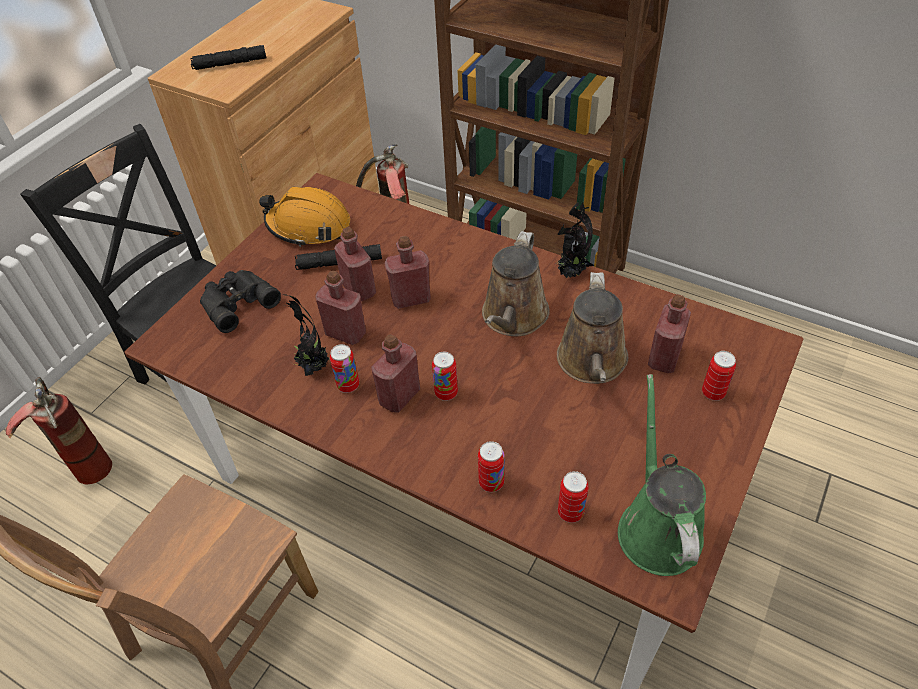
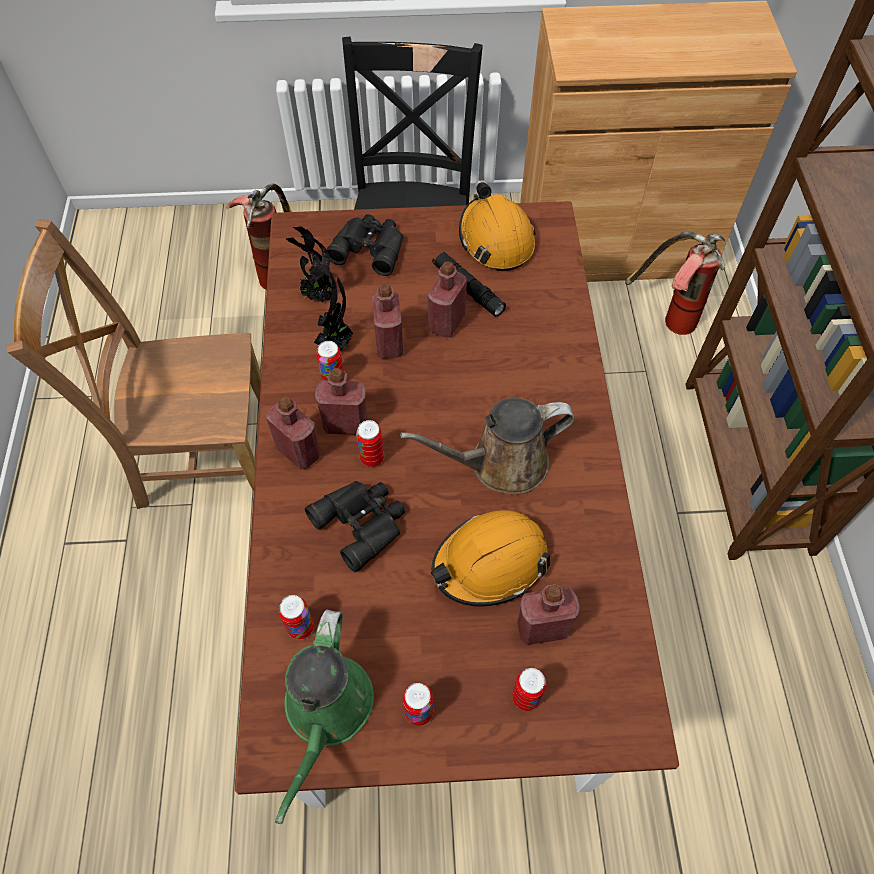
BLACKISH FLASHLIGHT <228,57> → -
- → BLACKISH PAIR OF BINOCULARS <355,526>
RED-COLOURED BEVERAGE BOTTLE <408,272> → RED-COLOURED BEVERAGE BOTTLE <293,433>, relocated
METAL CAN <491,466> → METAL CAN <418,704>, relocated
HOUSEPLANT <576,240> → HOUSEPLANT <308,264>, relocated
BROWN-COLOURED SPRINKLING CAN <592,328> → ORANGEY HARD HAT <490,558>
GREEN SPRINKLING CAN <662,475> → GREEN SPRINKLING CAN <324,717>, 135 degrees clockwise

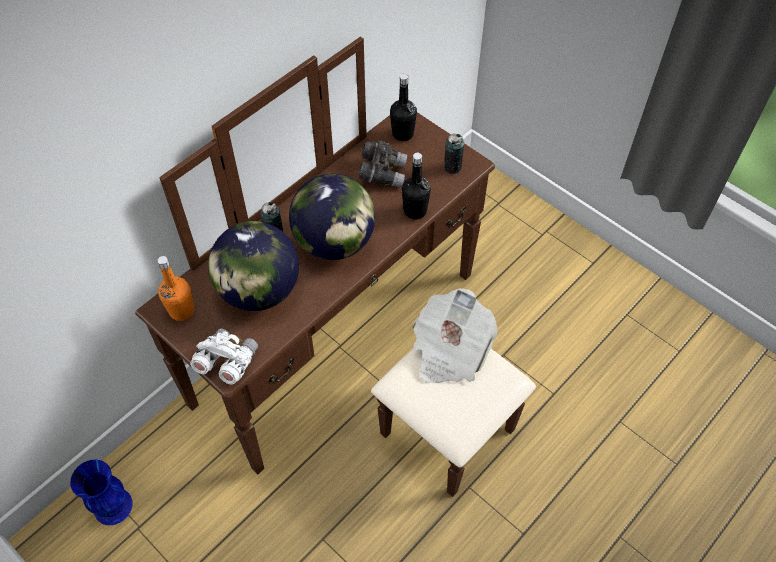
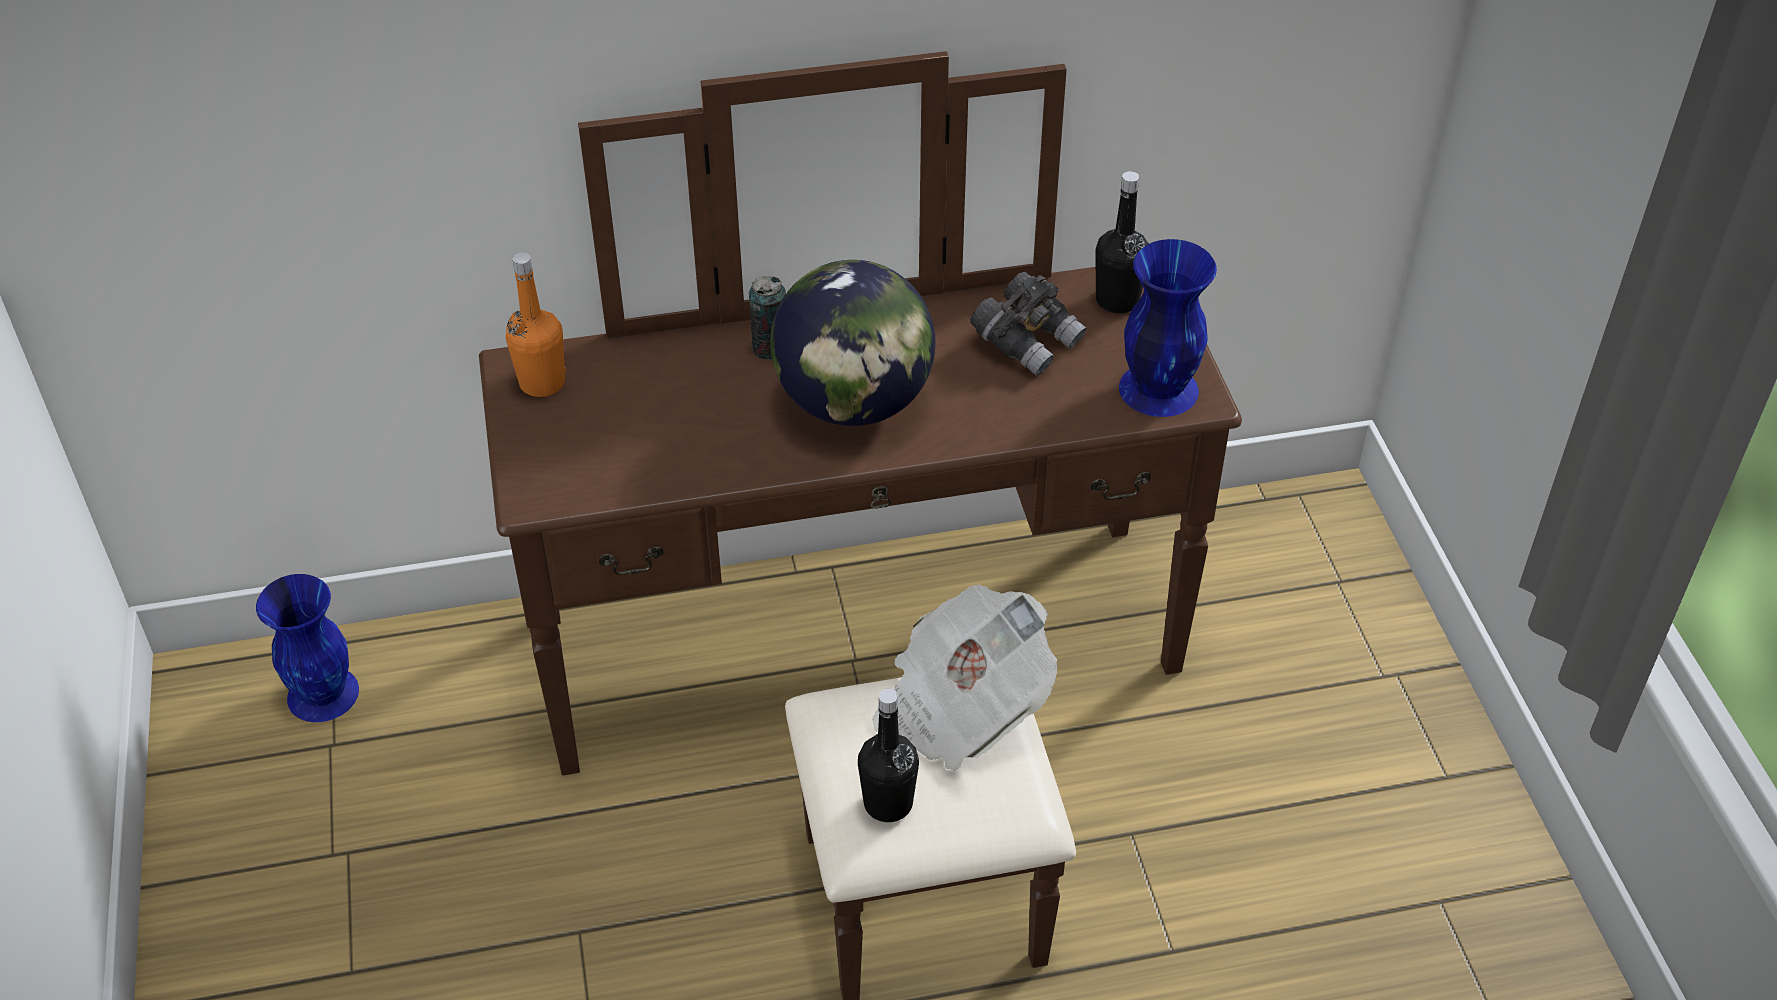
WHITE-COLOURED PAIR OF BINOCULARS <224,356> → -
WORLD GLOBE <253,266> → -
BLACKISH BEVERAGE BOTTLE <416,186> → BLACKISH BEVERAGE BOTTLE <888,755>, relocated
METAL CAN <453,154> → BLUE DECORATIVE VASE <1168,328>

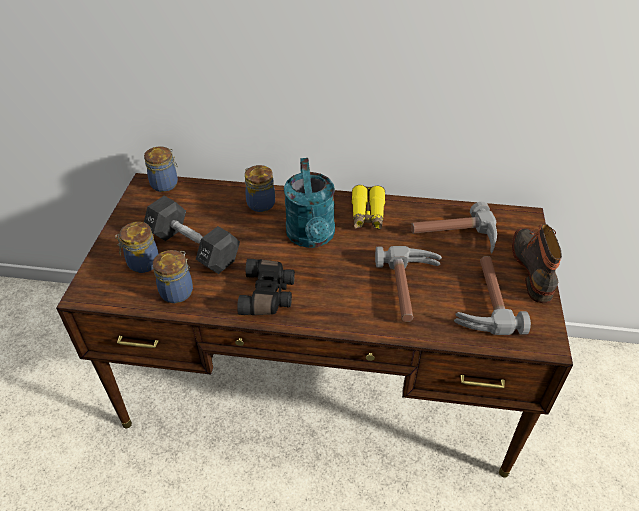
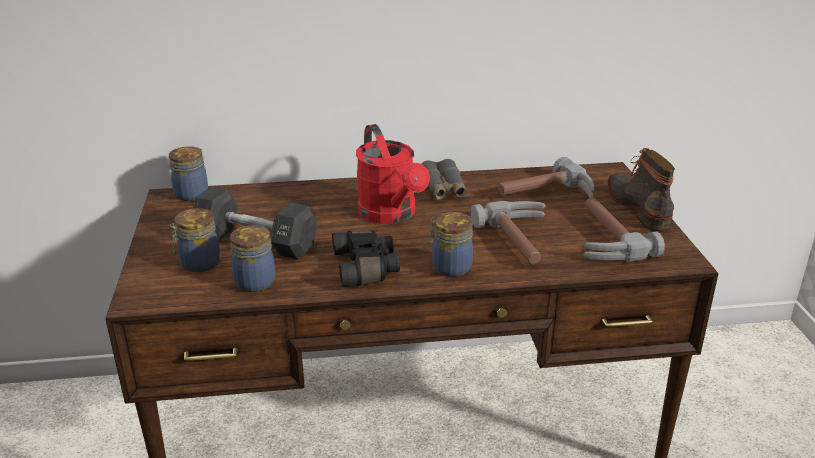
STORAGE JAR <260,188> → STORAGE JAR <450,244>, relocated
TURQUOISE SPRINKLING CAN <309,203> → RED-COLOURED SPRINKLING CAN <393,174>
YELLOW PAIR OF BINOCULARS <368,207> → GRAY PAIR OF BINOCULARS <444,179>

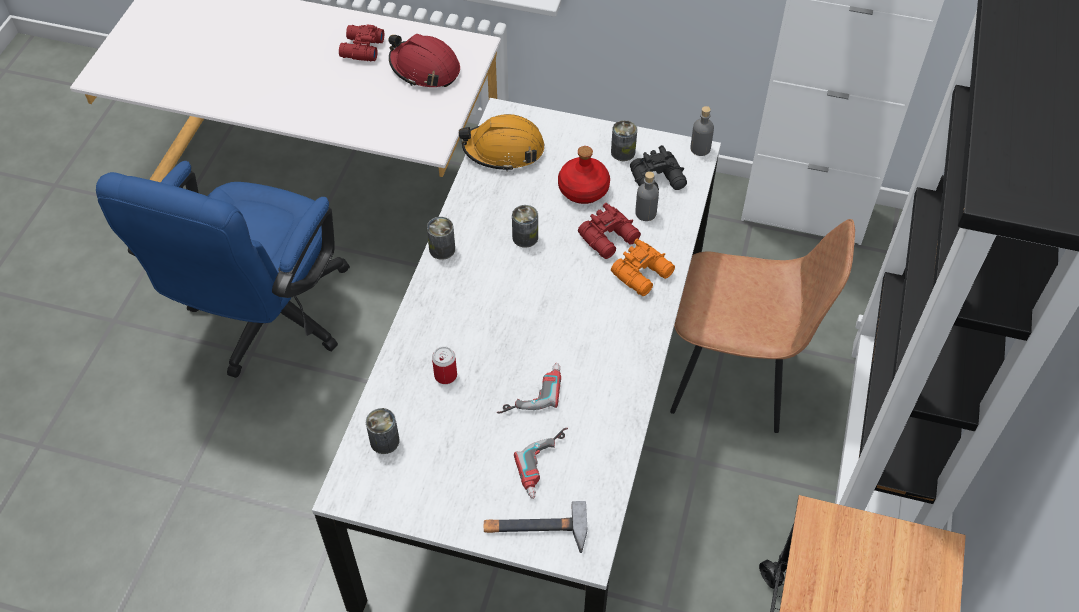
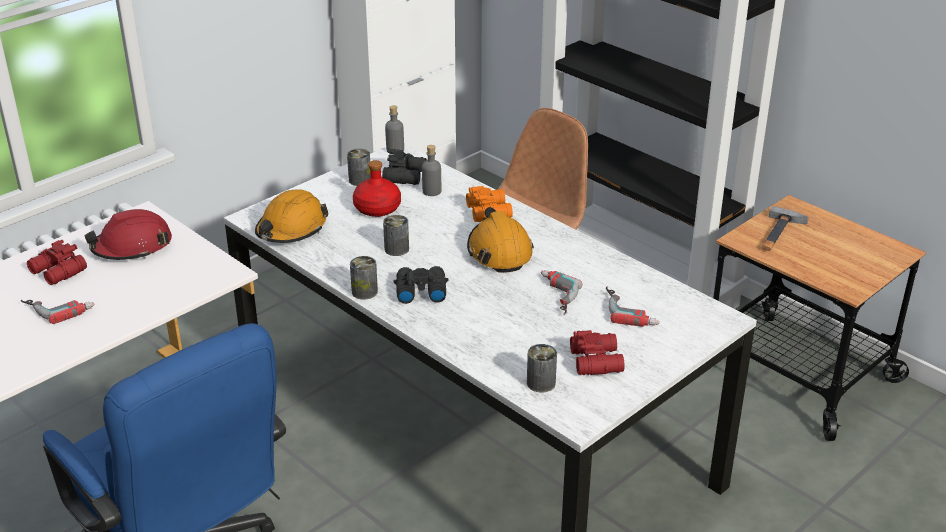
METAL CAN <444,365> → -
- → ELECTRIC DRILL <57,312>
- → BLACKISH PAIR OF BINOCULARS <420,285>
- → ORANGEY HARD HAT <500,240>
TOOL HAMMER <535,527> → TOOL HAMMER <785,228>, relocated
RED-COLOURED PAIR OF BINOCULARS <609,231> → RED-COLOURED PAIR OF BINOCULARS <597,352>, relocated

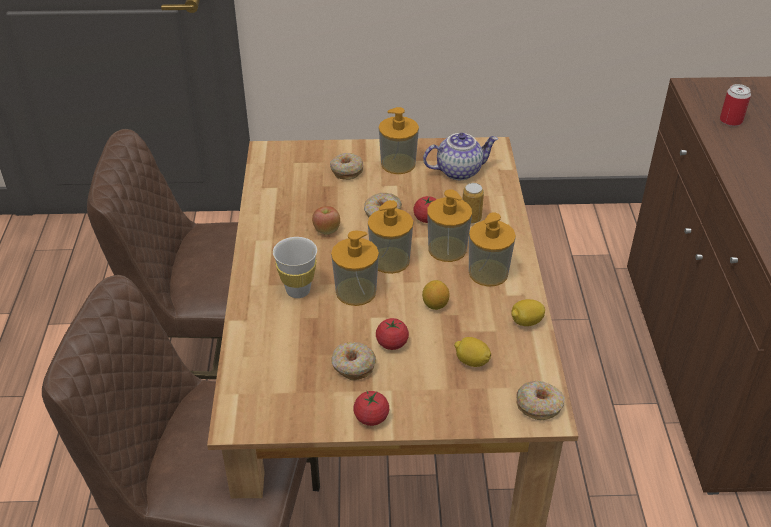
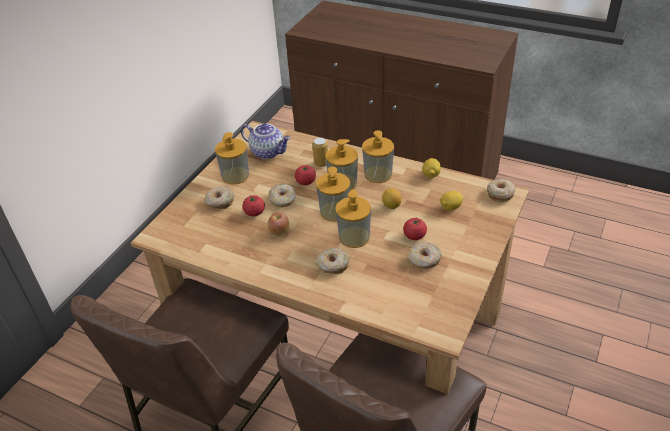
METAL CAN <735,105> → -
WHOLE TOMATO <371,408> → WHOLE TOMATO <253,205>, relocated
WHITE-COLOURED CUP <295,267> → DOUGHNUT <333,261>
TEAPOT <460,156> → TEAPOT <266,141>, 105 degrees clockwise

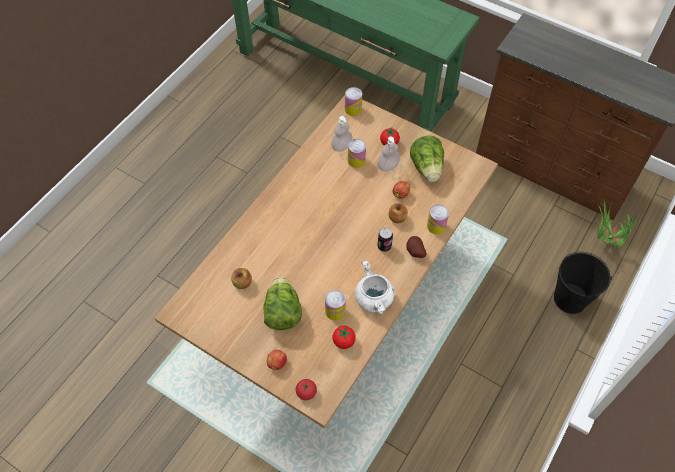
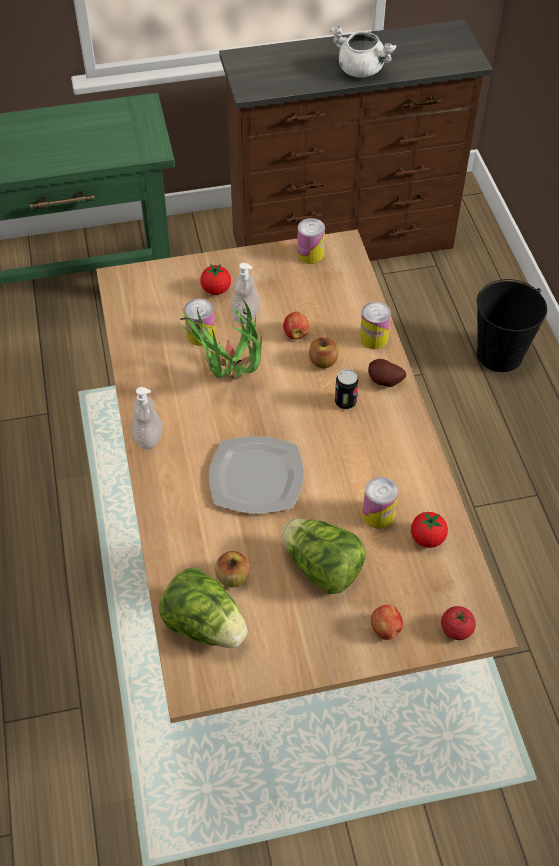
- → FLAT DISH <256,475>
SOAP BOTTLE <341,134> → SOAP BOTTLE <147,418>, relocated
METAL CAN <353,101> → METAL CAN <311,241>, relocated
WHITE-COLOURED SAUCEPOT <375,288> → WHITE-COLOURED SAUCEPOT <363,52>, relocated
LETTUCE <427,158> → LETTUCE <203,607>, relocated
HOUSEPLANT <617,223> → HOUSEPLANT <220,339>, relocated

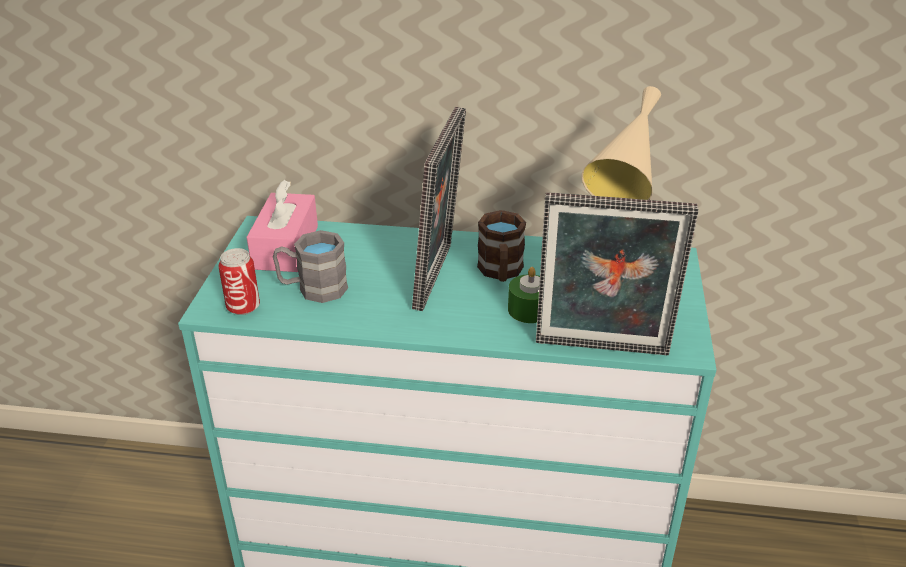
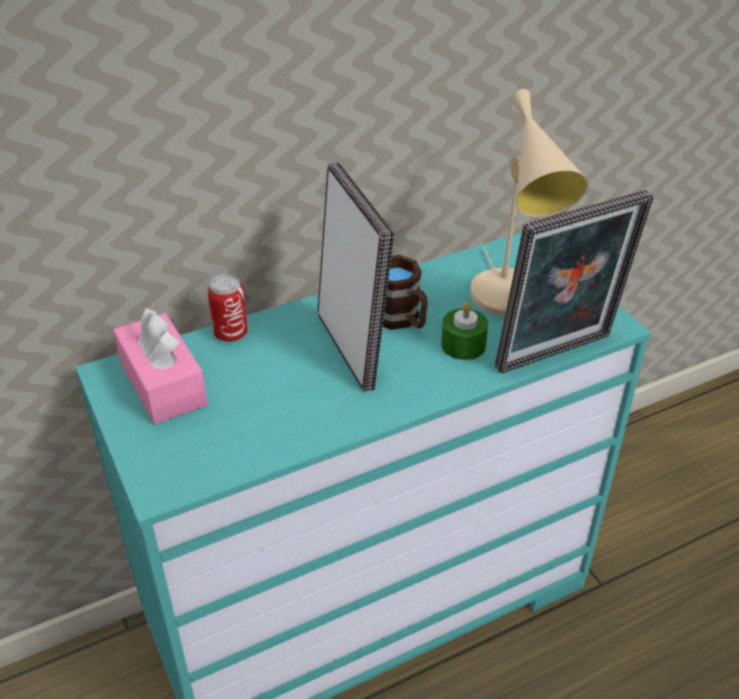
GRAY MUG <310,266> → -
METAL CAN <239,281> → METAL CAN <228,308>, relocated

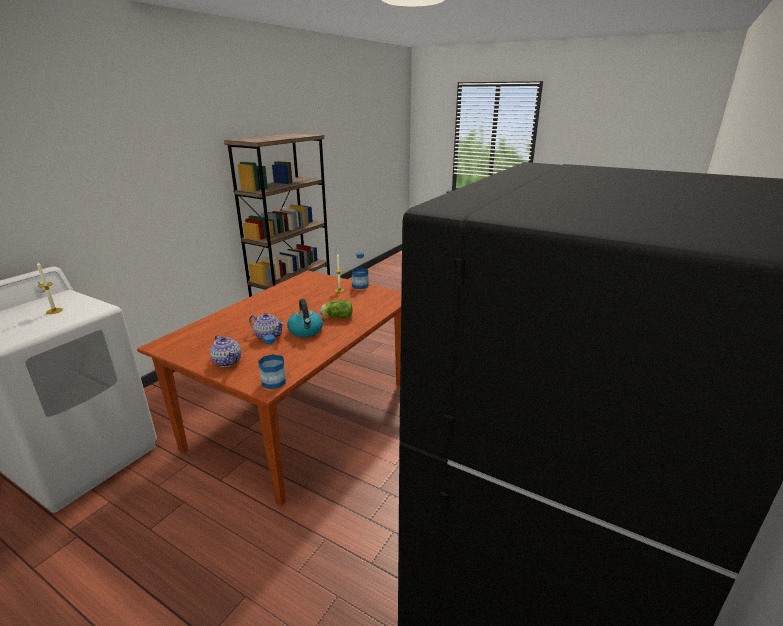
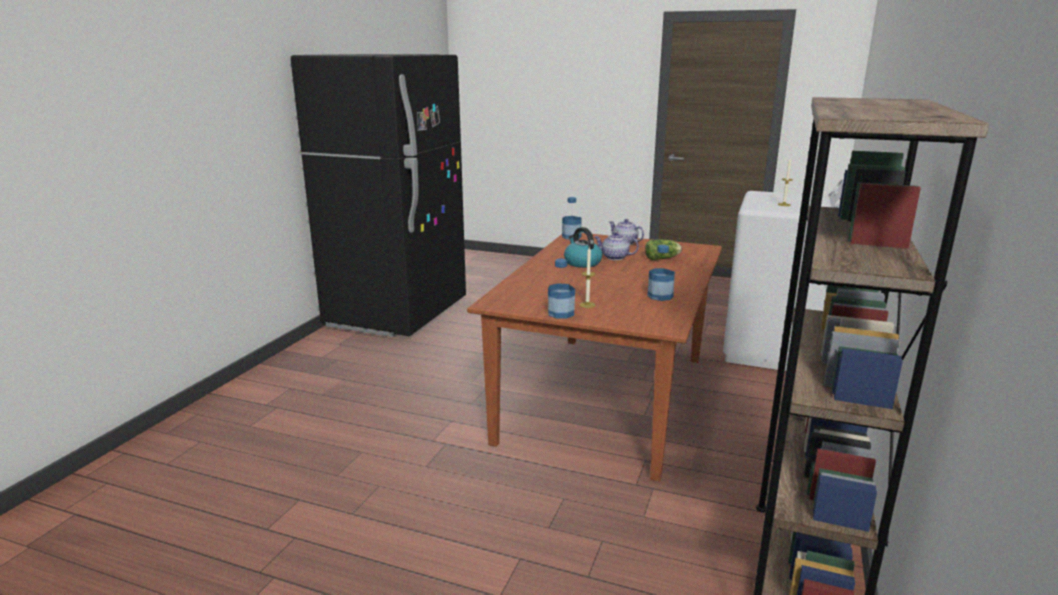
- → BEVERAGE BOTTLE <661,273>
LETTUCE <336,309> → LETTUCE <663,249>, relocated

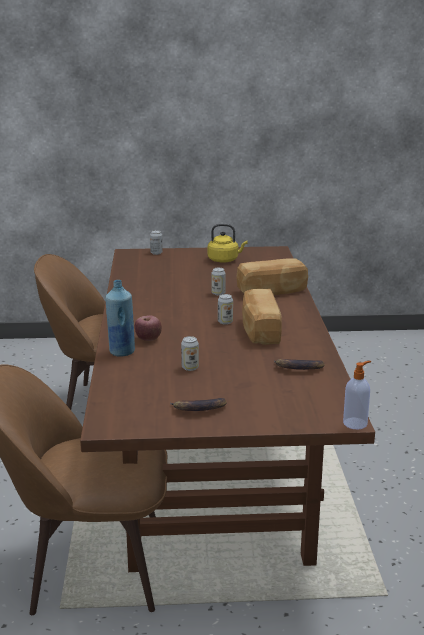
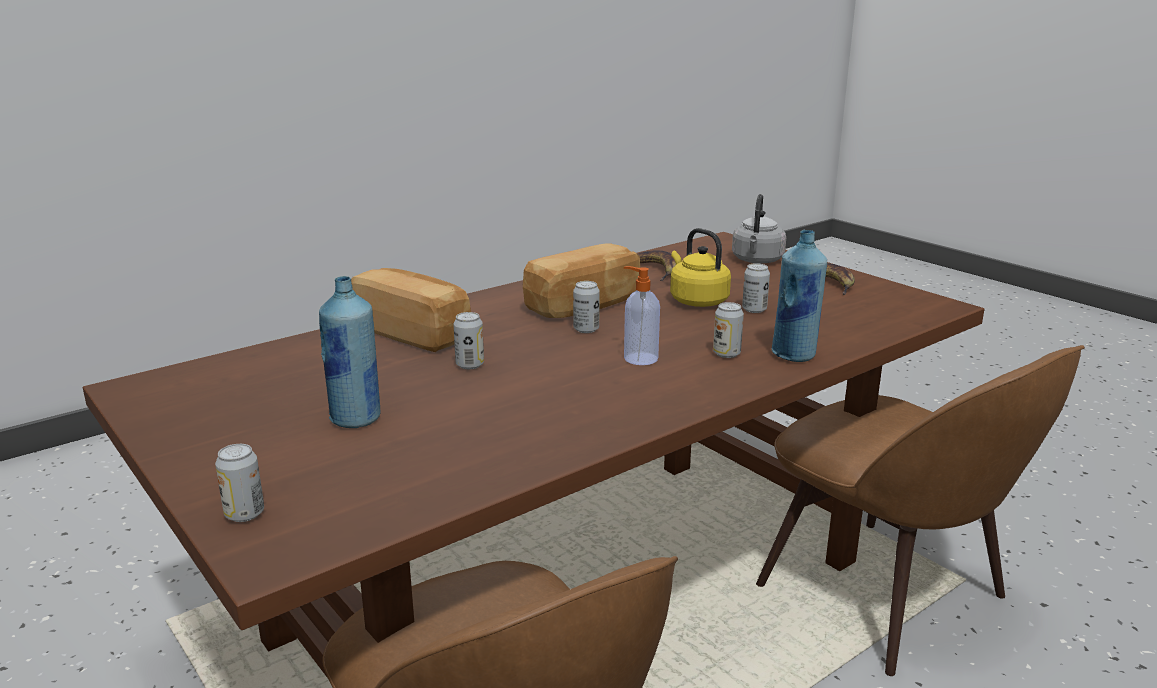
- → BLUE BEVERAGE BOTTLE <350,352>
- → GRAY KETTLE <759,229>
YELLOW KETTLE <228,243> → YELLOW KETTLE <700,267>, relocated
SOAP BOTTLE <357,395> → SOAP BOTTLE <642,315>, relocated
APPLE <148,328> → METAL CAN <728,330>

